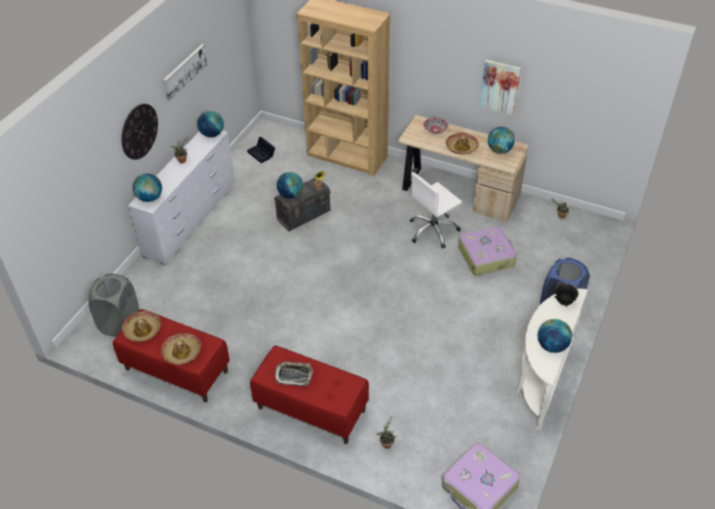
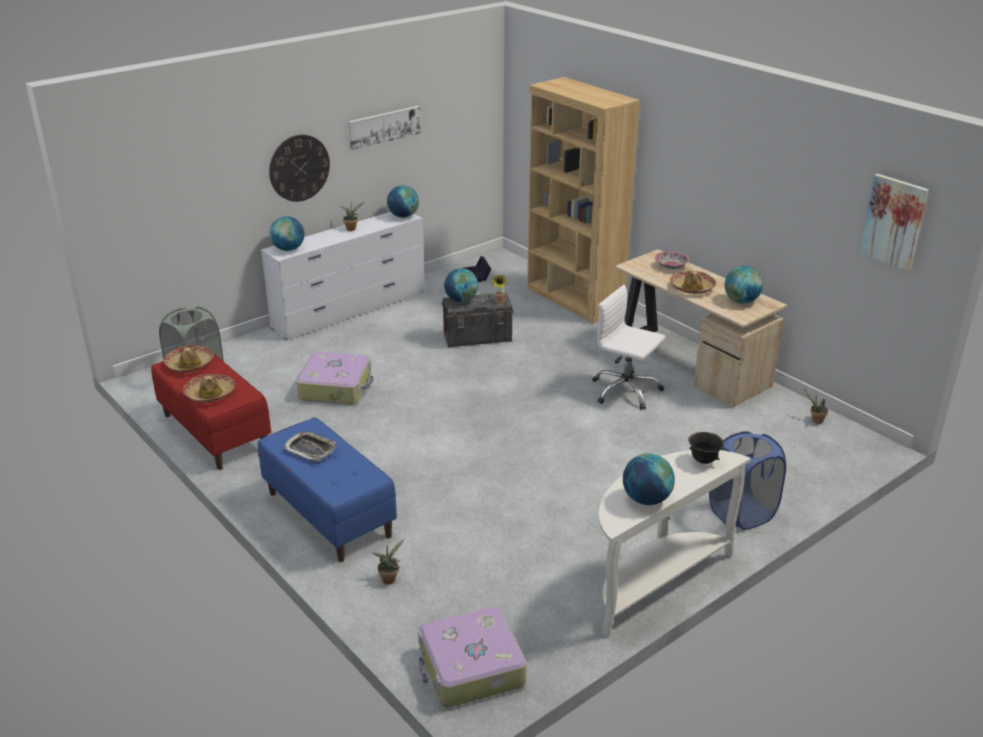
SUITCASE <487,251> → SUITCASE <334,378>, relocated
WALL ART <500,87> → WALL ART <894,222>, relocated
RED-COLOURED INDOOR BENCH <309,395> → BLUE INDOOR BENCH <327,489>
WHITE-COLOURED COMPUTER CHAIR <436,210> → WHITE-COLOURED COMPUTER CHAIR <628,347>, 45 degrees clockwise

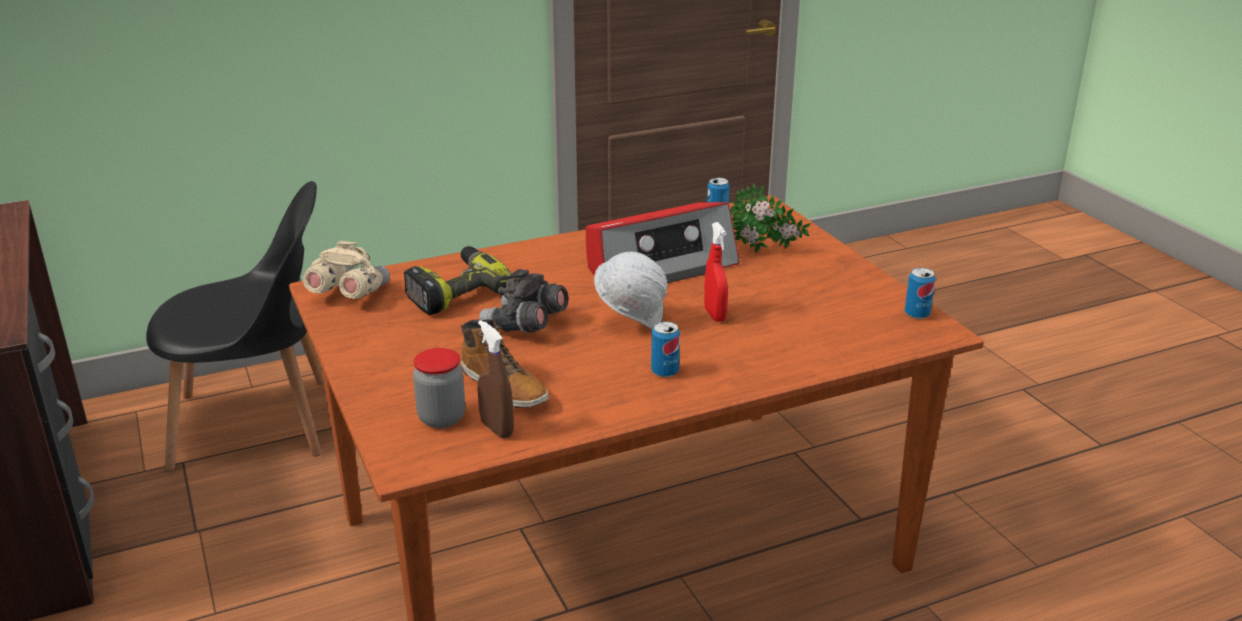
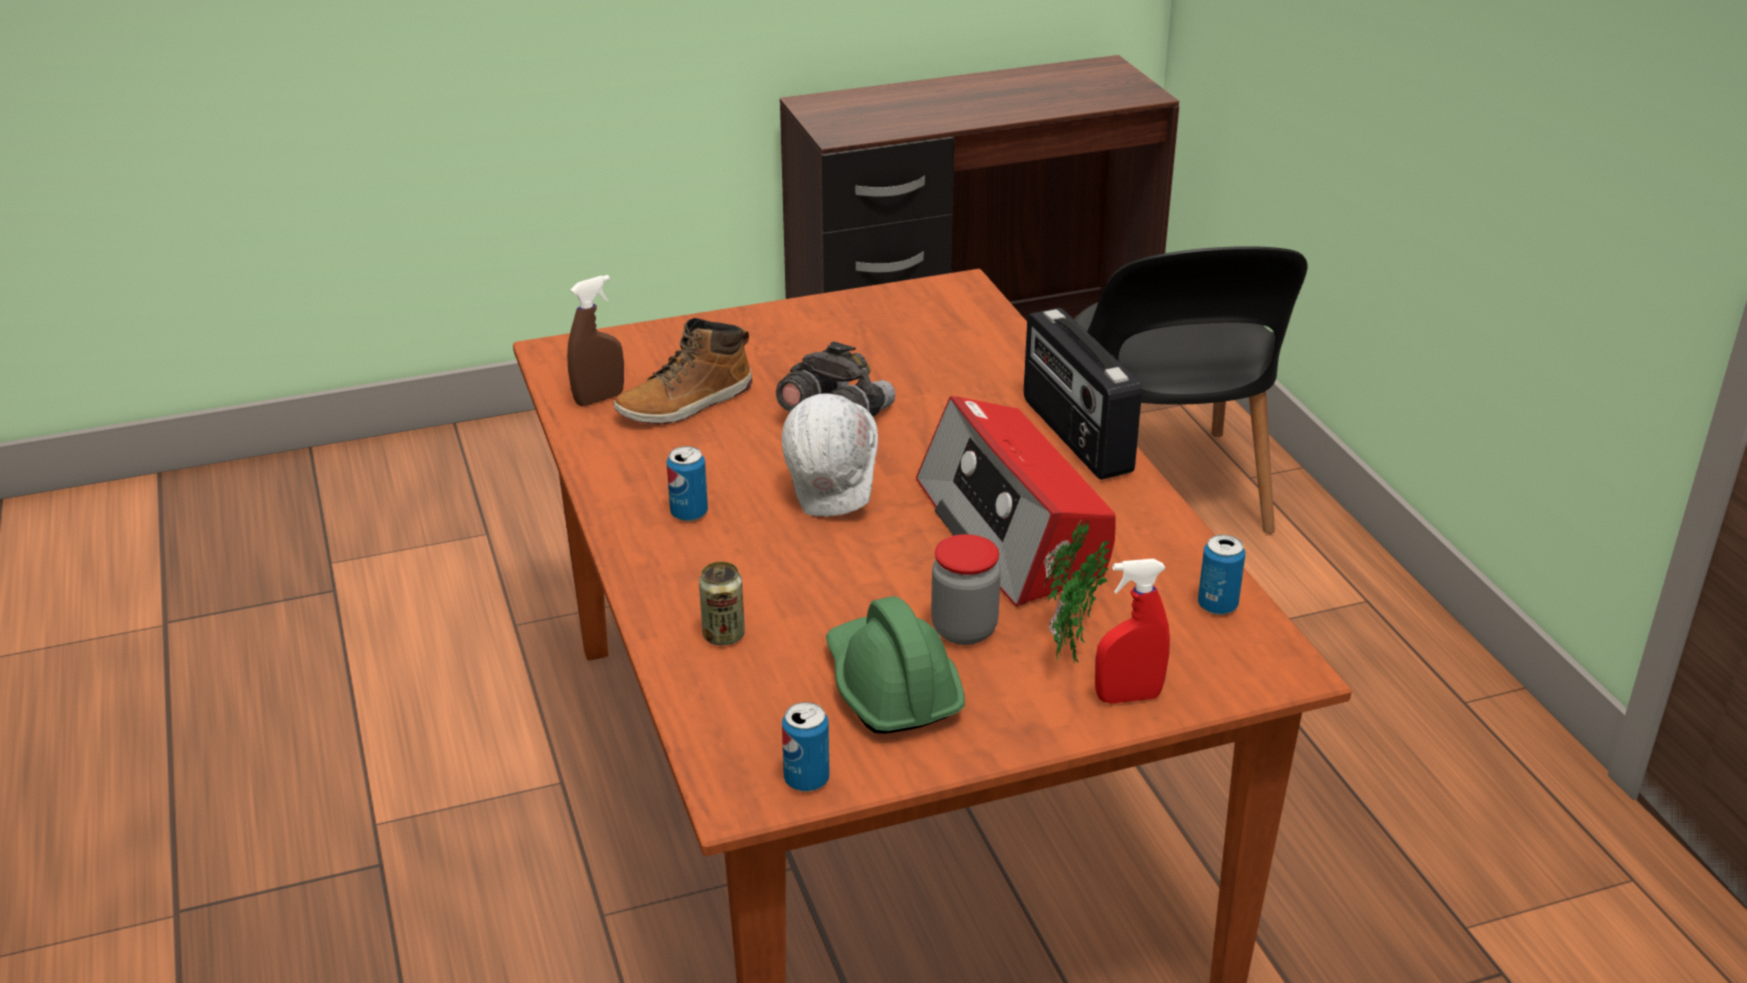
BEIGE-COLOURED PAIR OF BINOCULARS <346,270> → -
ELECTRIC DRILL <458,280> → -
- → METAL CAN <722,603>
- → GREEN HARD HAT <895,665>
- → RADIO SET <1083,394>
STORAGE JAR <439,388> → STORAGE JAR <966,589>, relocated
RED-COLOURED SPRAYER <716,272> → RED-COLOURED SPRAYER <1132,631>, relocated

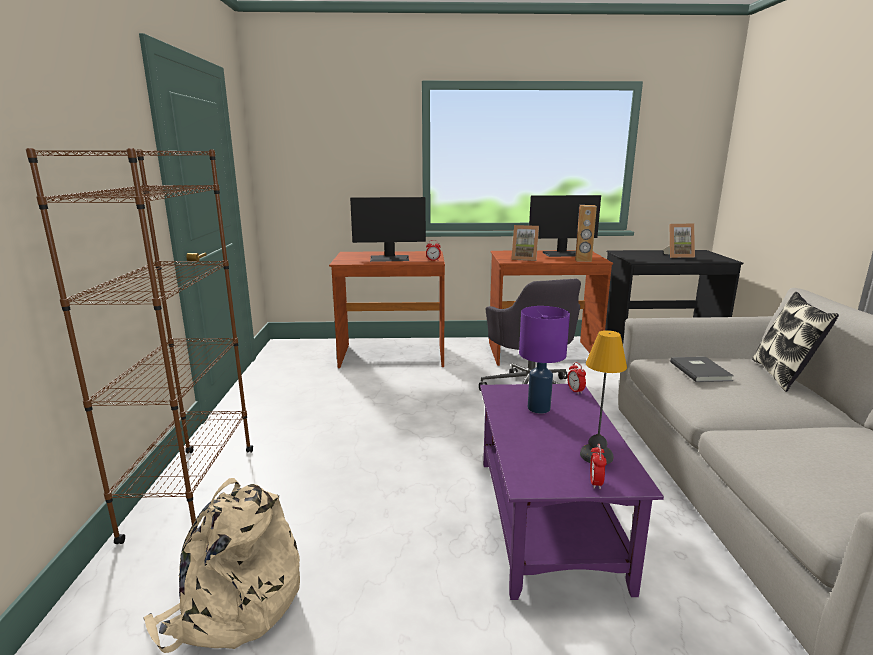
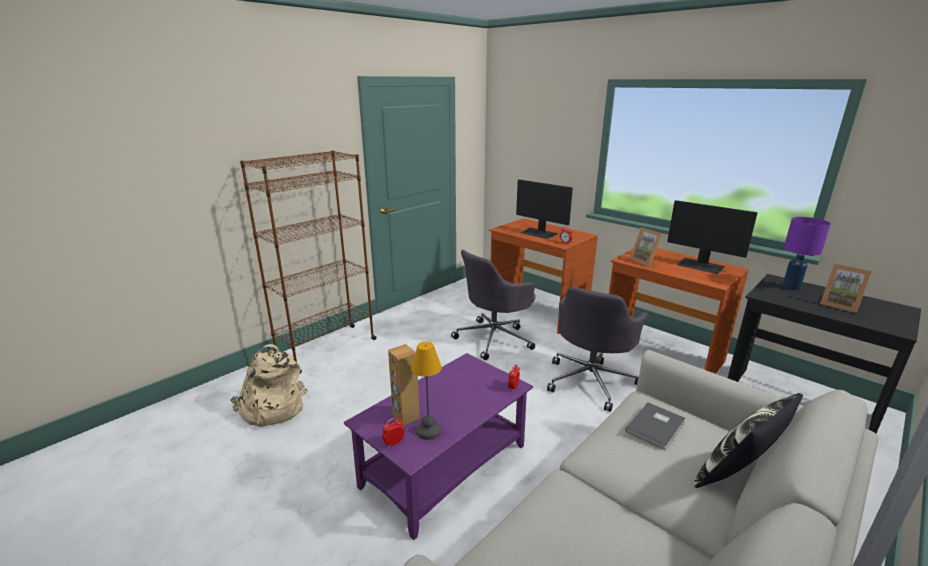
- → GRAY COMPUTER CHAIR <493,305>
PURPLE TABLE LAMP <544,359> → PURPLE TABLE LAMP <806,253>, relocated
BROWN-COLOURED AUDIO SPEAKER <586,233> → BROWN-COLOURED AUDIO SPEAKER <404,385>, relocated

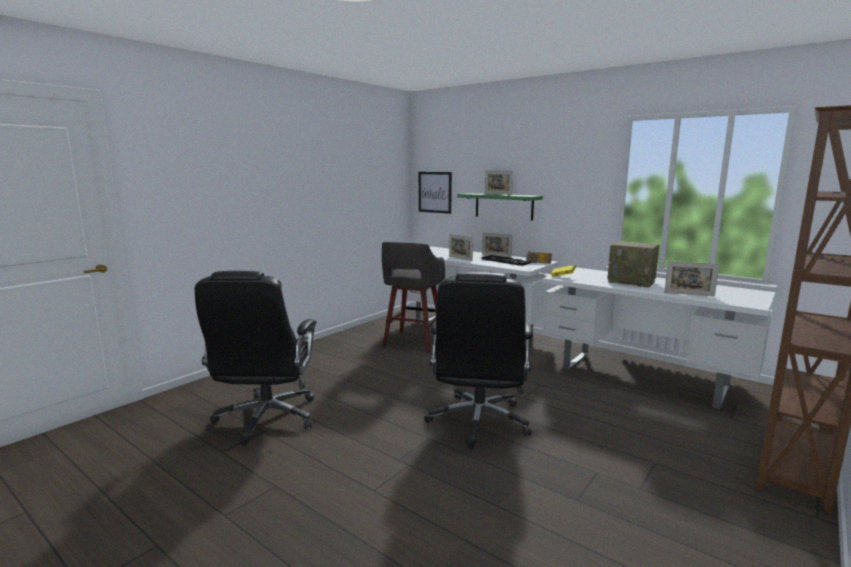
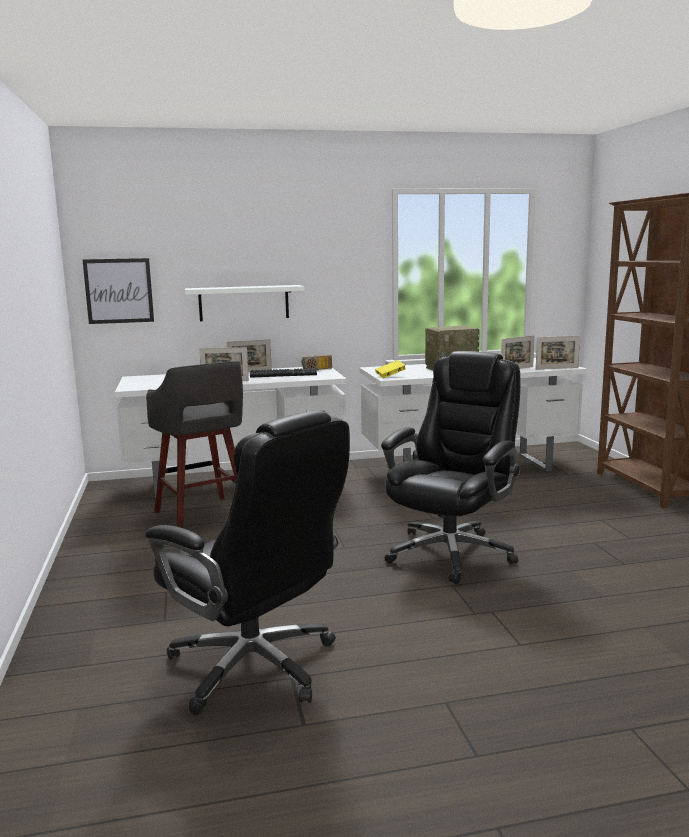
STANDING FRAME <499,183> → STANDING FRAME <558,353>, relocated
GREEN BRACKET SHELF <500,206> → WHITE-COLOURED BRACKET SHELF <245,303>
BLACKISH COMPUTER CHAIR <478,360> → BLACKISH COMPUTER CHAIR <451,467>, 105 degrees counterclockwise

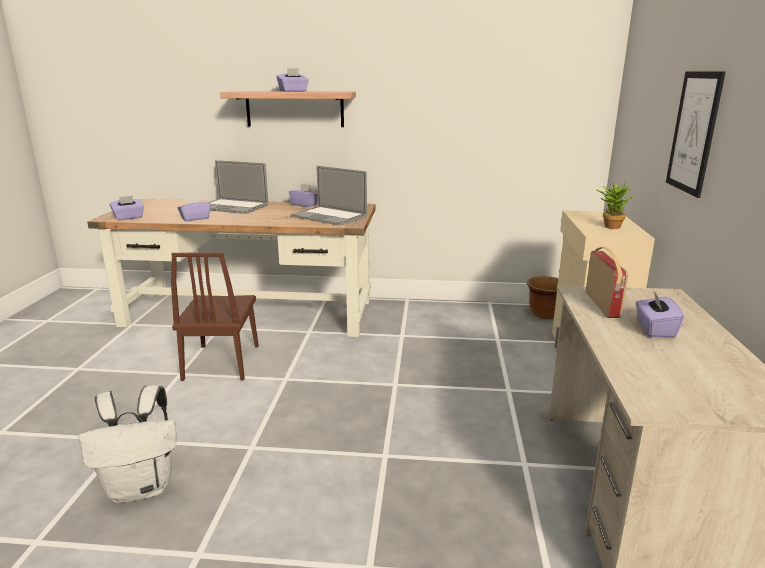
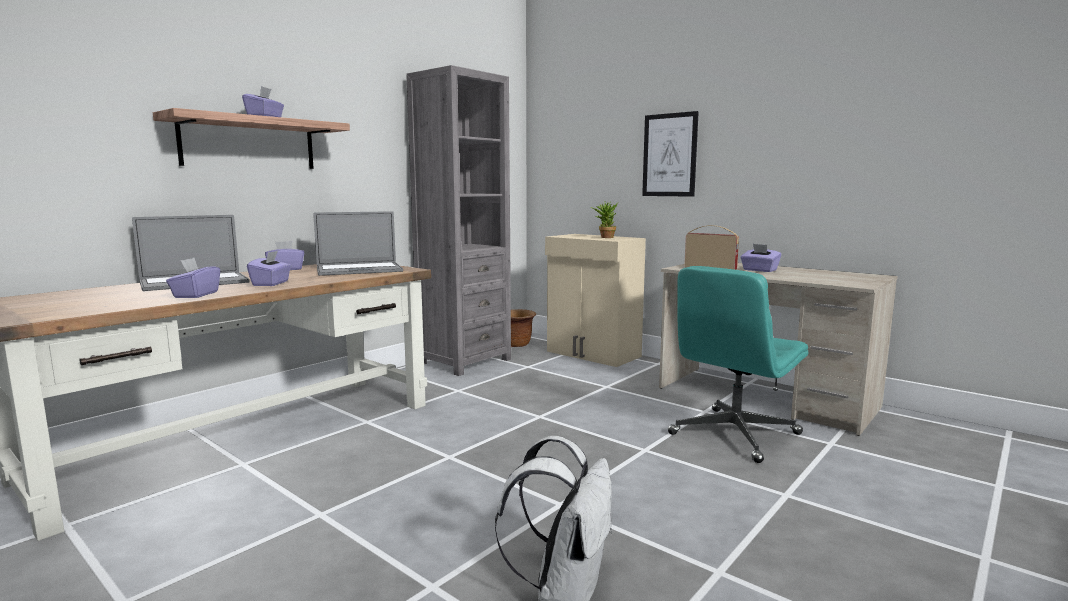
BROWN-COLOURED PLAIN CHAIR <215,317> → -
- → GRAY BOOKSHELF <458,220>
- → TURQUOISE COMPUTER CHAIR <738,364>
PURPLE TISSUE BOX <127,208> → PURPLE TISSUE BOX <269,268>, relocated

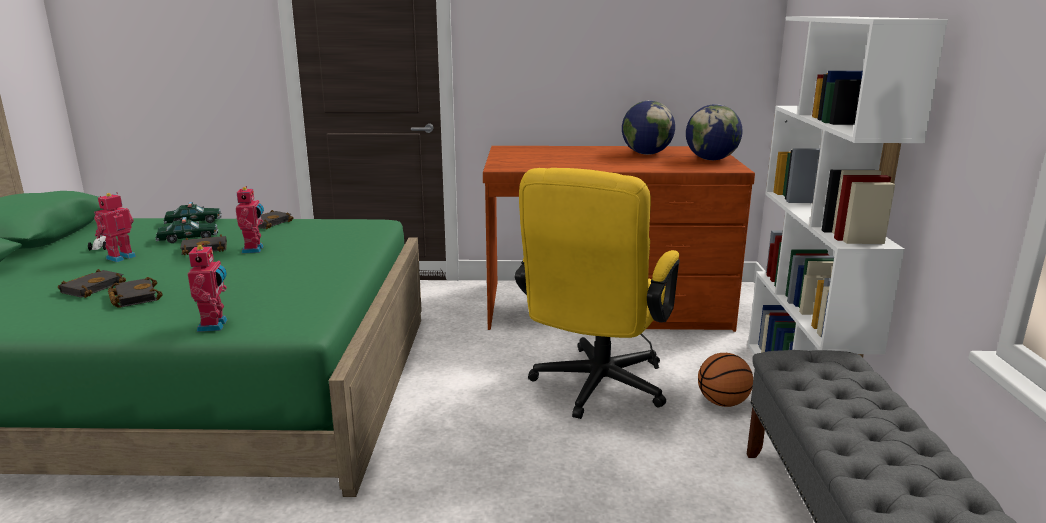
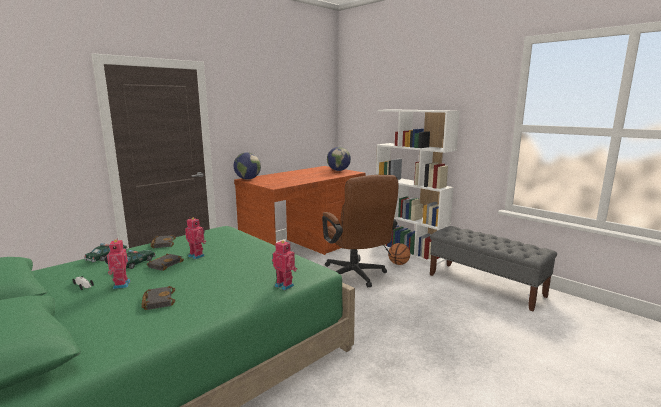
BLACKISH BOOK <135,292> → -
WORLD GLOBE <648,128> → WORLD GLOBE <247,166>, relocated
YELLOW COMPUTER CHAIR <597,293> → BROWN-COLOURED COMPUTER CHAIR <360,231>

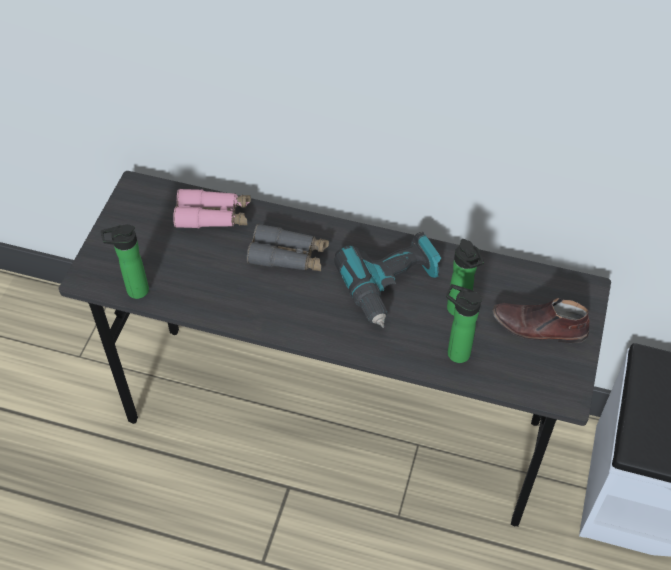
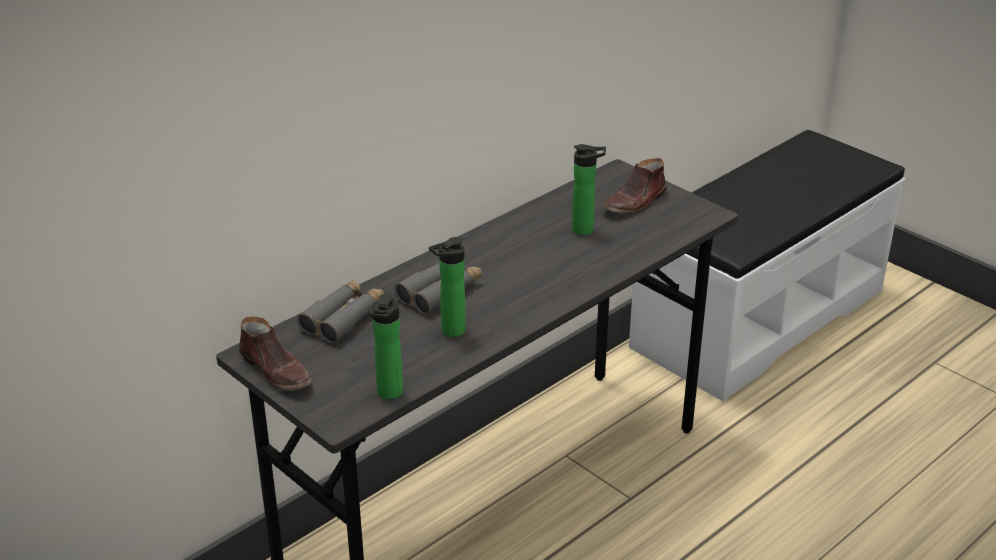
ELECTRIC DRILL <387,280> → -
- → BROWN-COLOURED ITEM OF FOOTWEAR <275,353>
BEVERAGE BOTTLE <464,323> → BEVERAGE BOTTLE <447,287>, relocated
PINK-COLOURED PAIR OF BINOCULARS <212,208> → GRAY PAIR OF BINOCULARS <340,311>

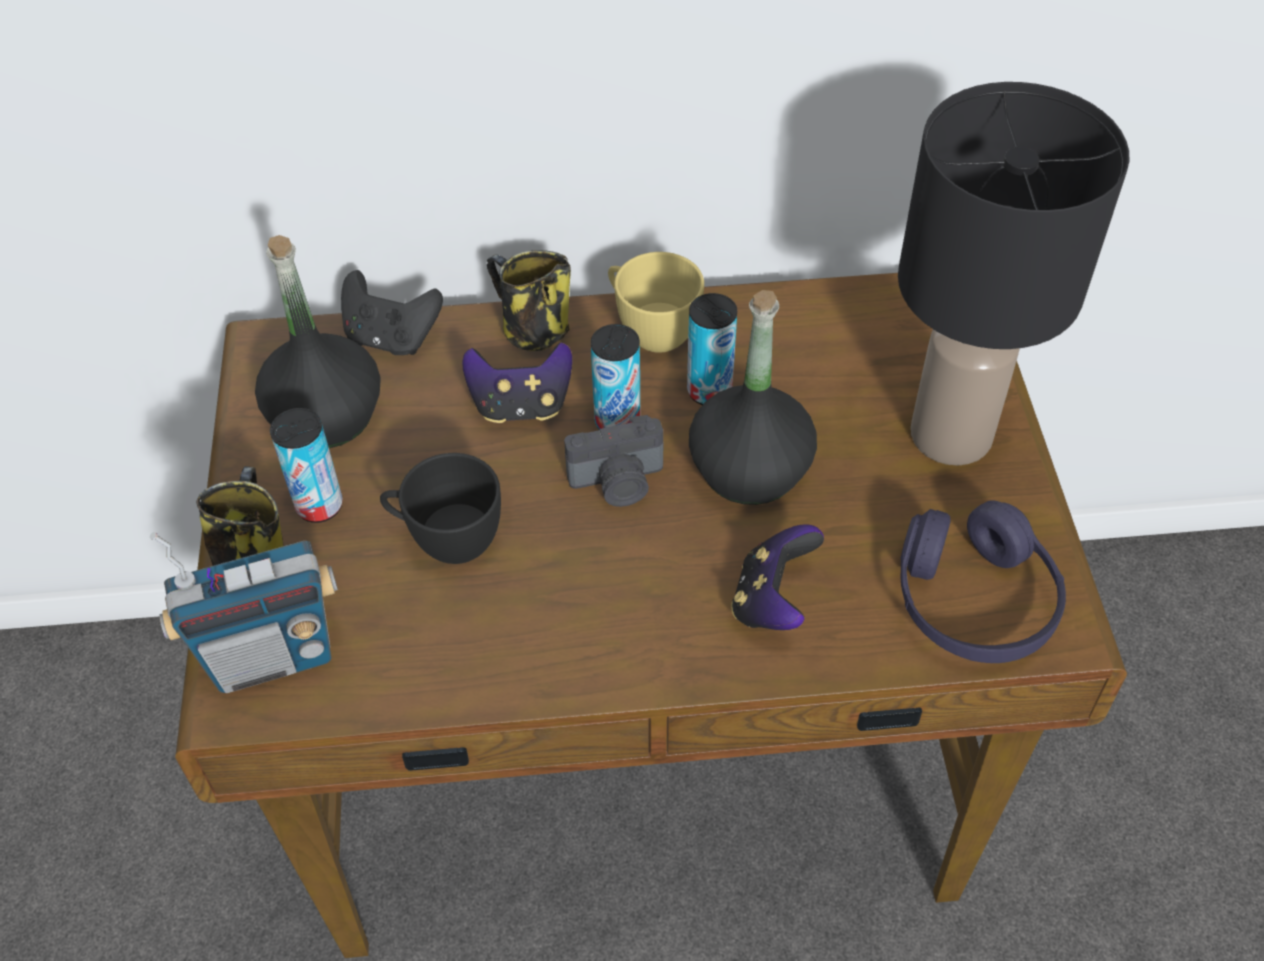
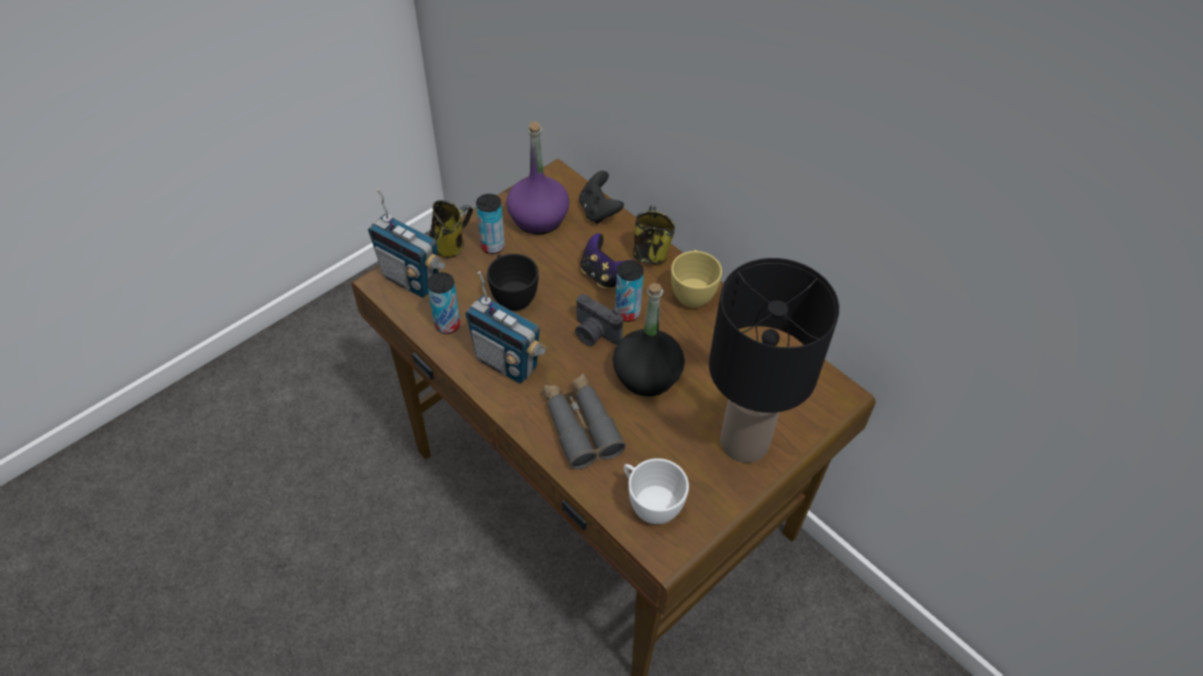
- → RADIO SET <506,327>
METAL CAN <712,349> → METAL CAN <443,303>, relocated
JOYPAD <777,577> → GRAY PAIR OF BINOCULARS <584,421>
PURPLE HEADPHONES <983,581> → WHITE-COLOURED CUP <656,491>
BLACKISH BEVERAGE BOTTLE <318,341> → PURPLE BEVERAGE BOTTLE <538,178>

